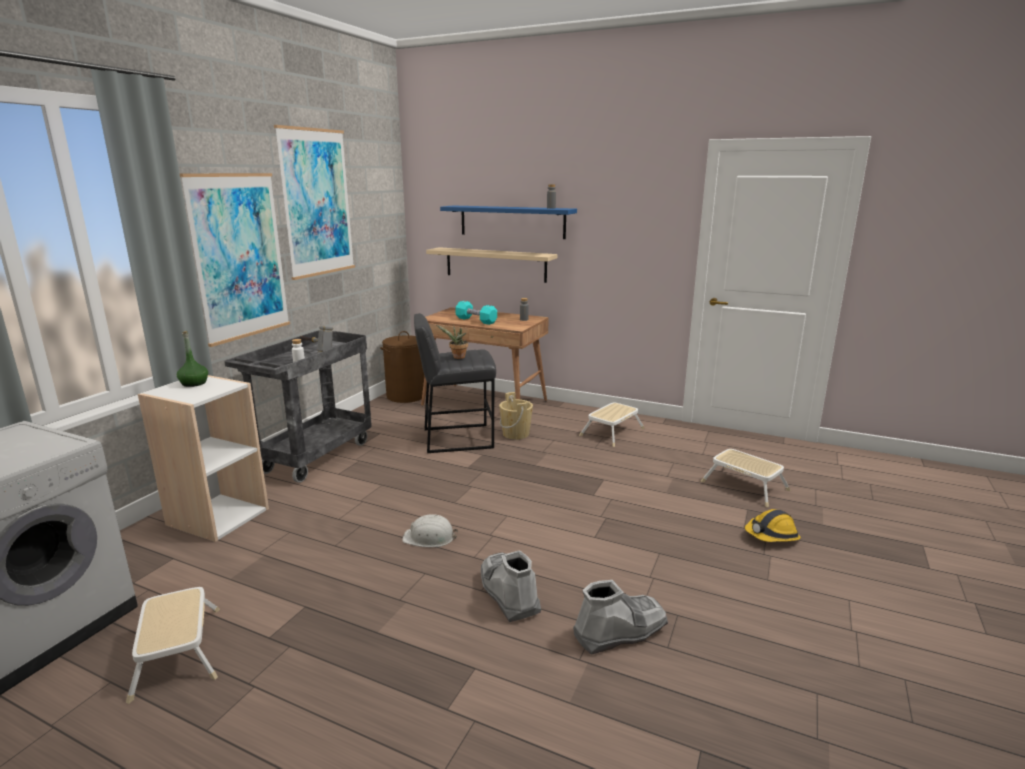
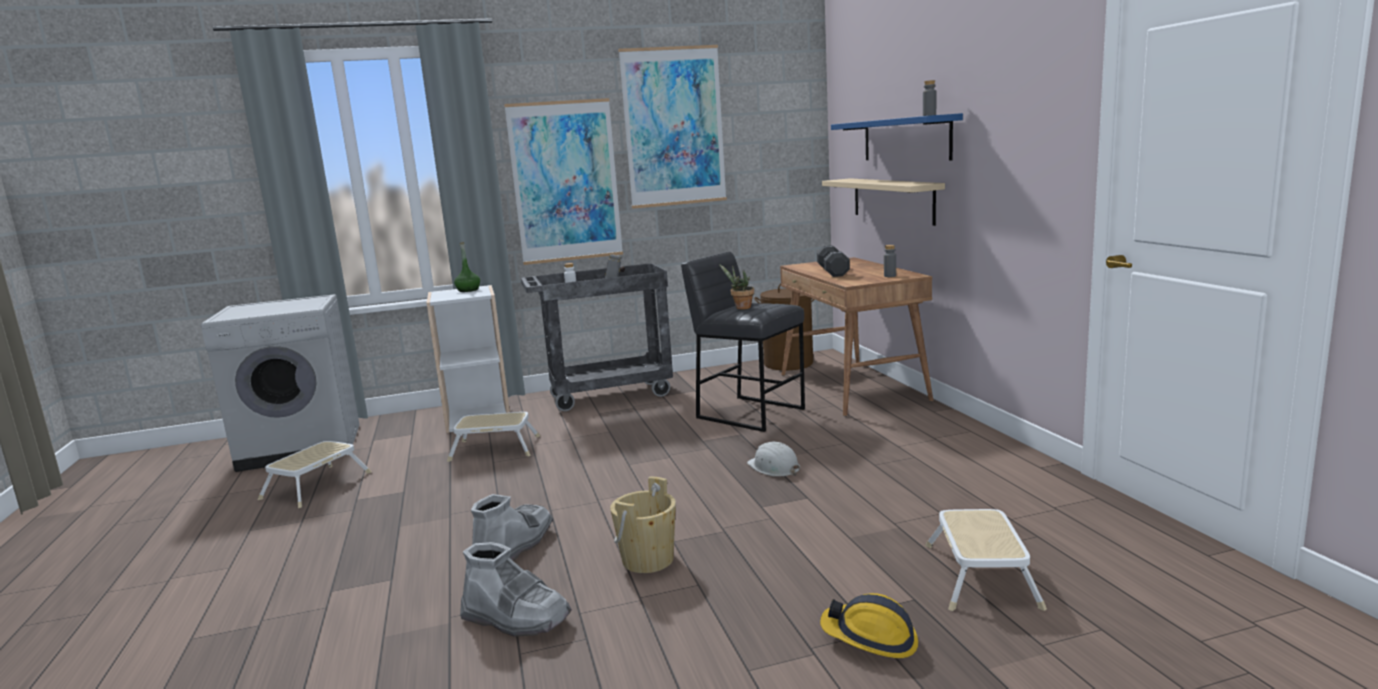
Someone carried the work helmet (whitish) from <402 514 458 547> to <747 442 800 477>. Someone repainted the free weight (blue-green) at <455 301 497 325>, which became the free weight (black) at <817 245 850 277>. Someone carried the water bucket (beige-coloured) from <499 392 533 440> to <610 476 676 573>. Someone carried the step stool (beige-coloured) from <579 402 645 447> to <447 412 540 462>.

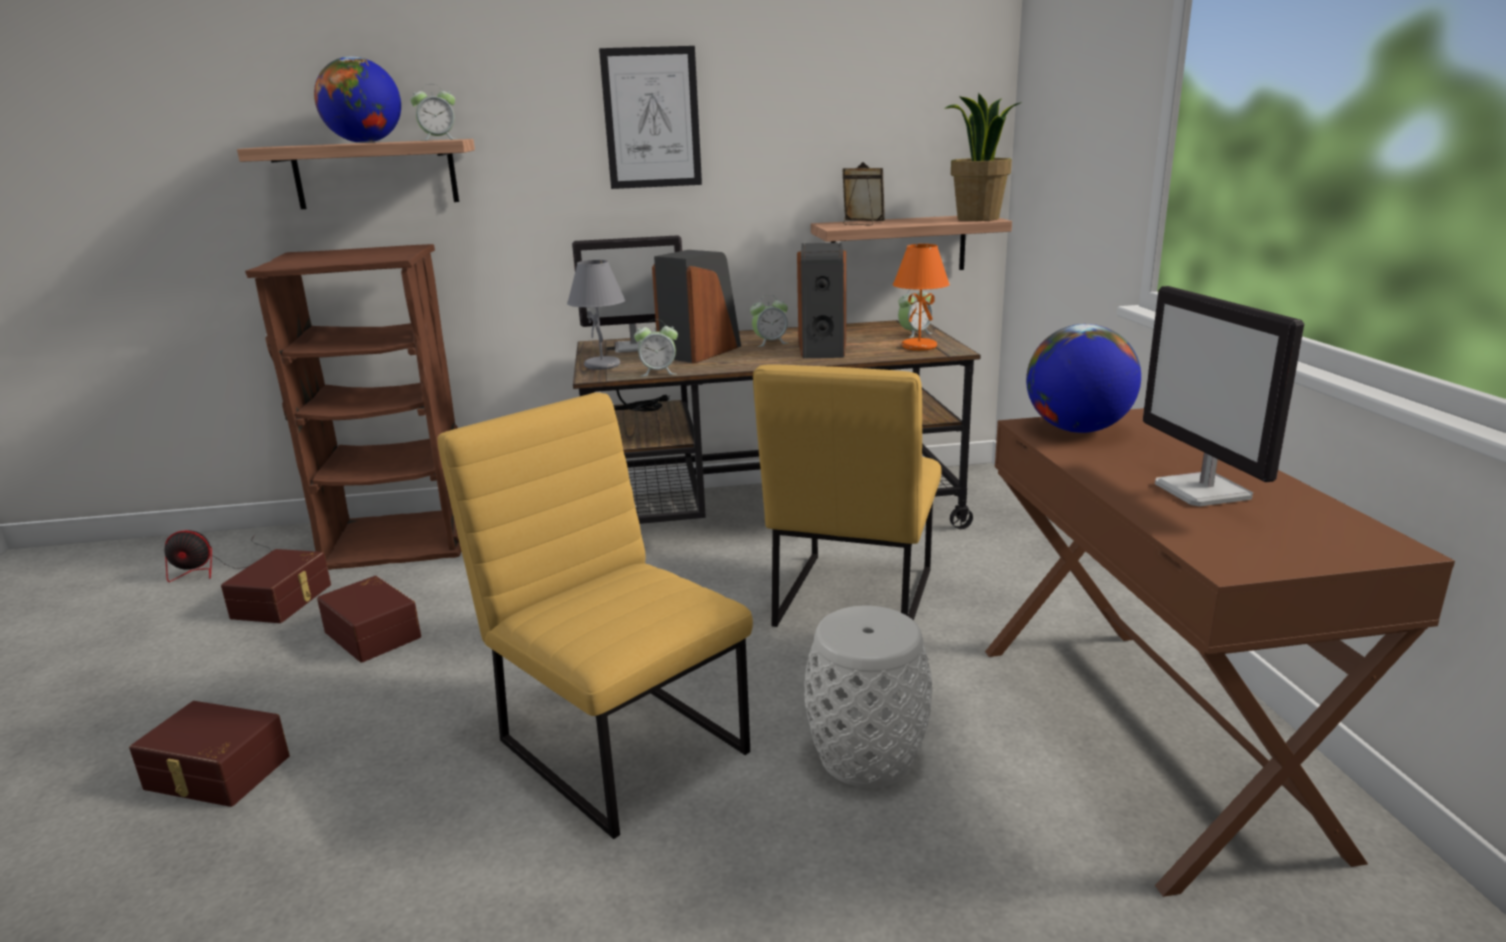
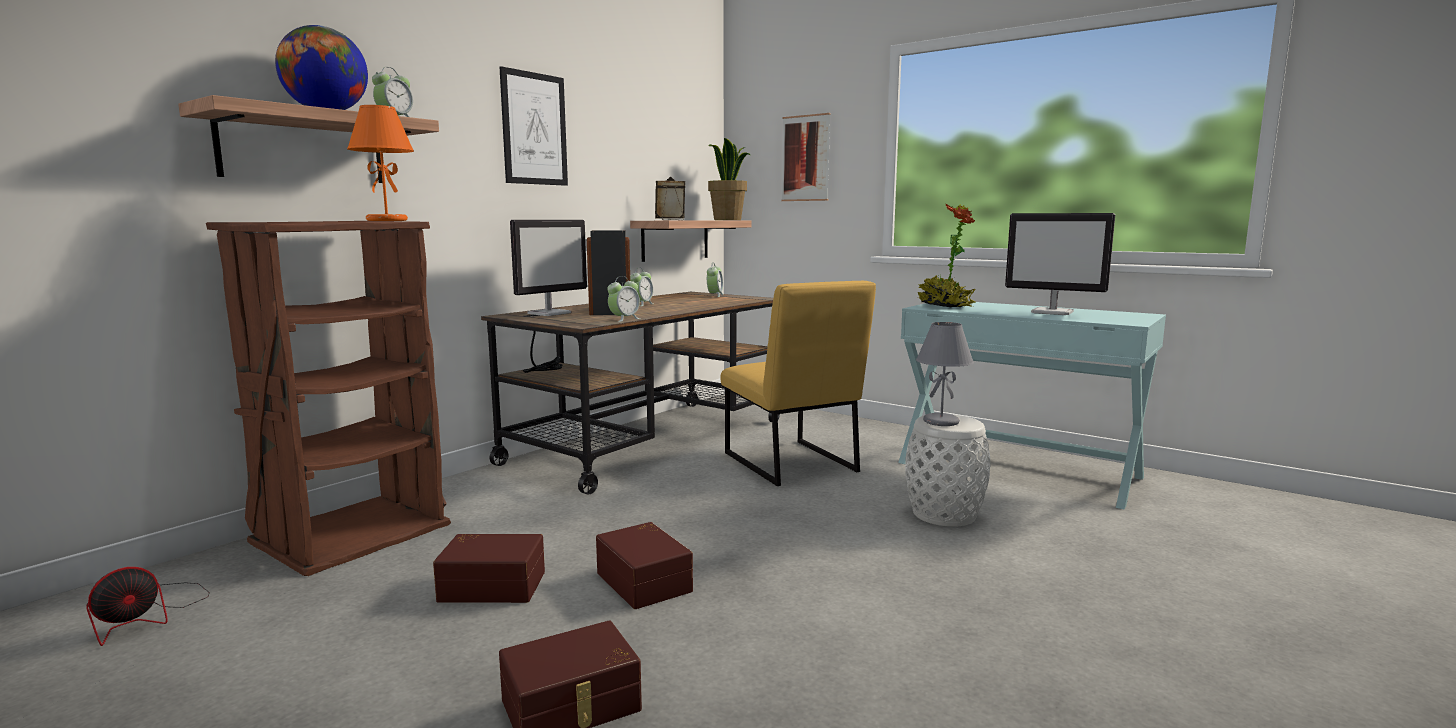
Someone carried the storage box (brownish) from <221 549 331 623> to <596 522 693 609>. Someone took away the upright chair (yellow) at <437 393 753 839>. Someone carried the lamp for a table (grey) from <567 260 625 370> to <916 322 974 426>. Someone took away the speaker at <797 242 846 358>. Someone carried the lamp for a table (orange-coloured) from <893 244 950 351> to <347 105 414 221>. Someone repainted the desk unit (brownish) at <985 408 1455 897>, which became the desk unit (blue-green) at <898 302 1166 509>. Someone swapped the globe at <1026 324 1141 433> for the potted plant at <918 203 976 307>. Someone put up the wall picture at <781 113 831 201>.

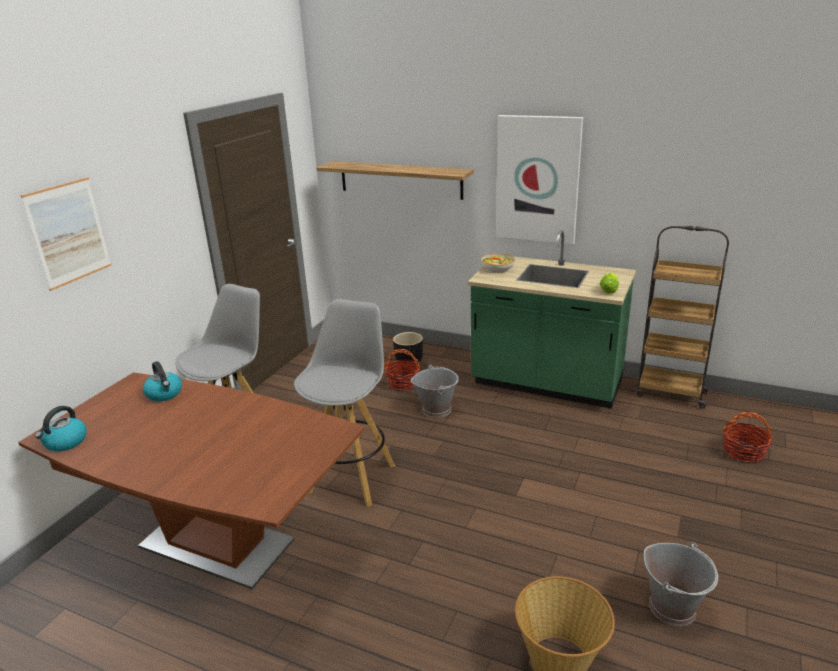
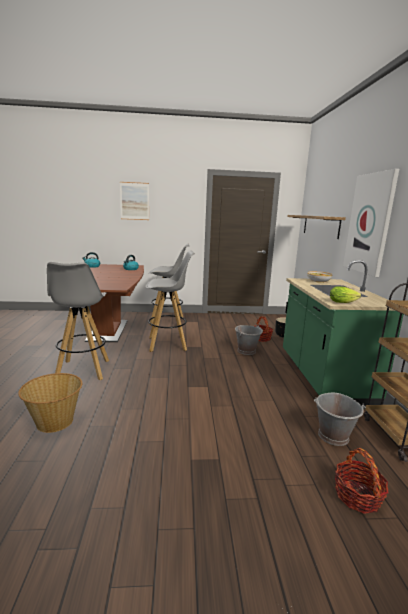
Someone carried the water bucket (grey) from <644 542 718 626> to <314 393 366 446>. Someone put down the sitting stool (grey) at <47 262 109 380>.

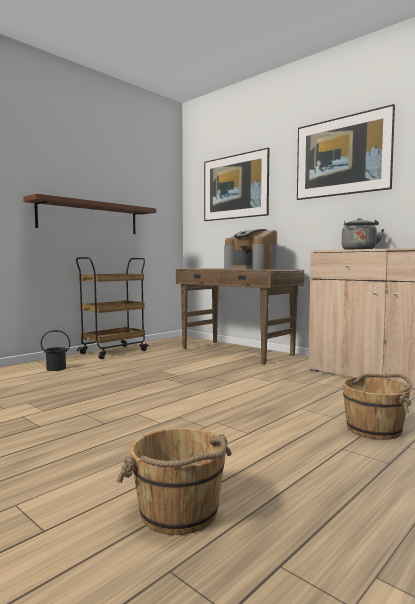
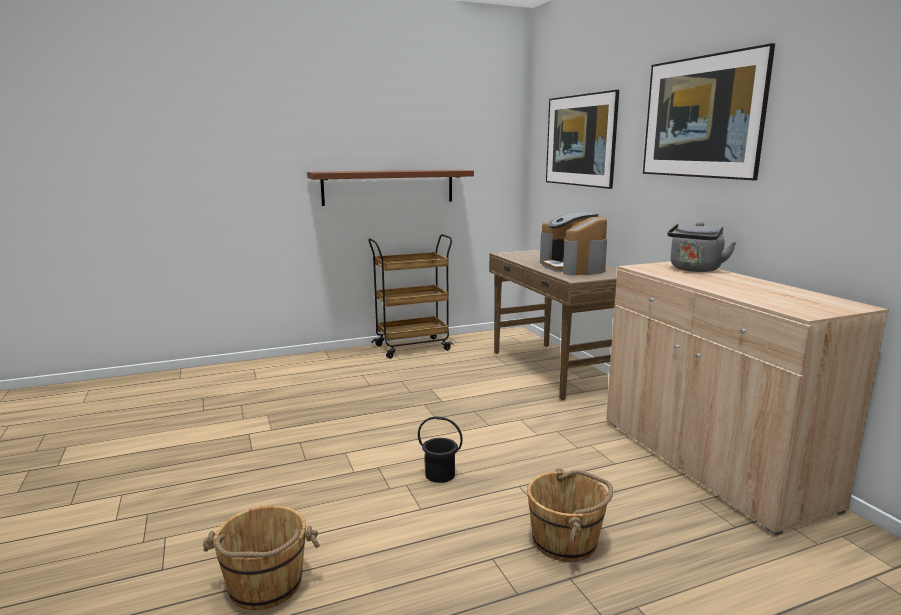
Someone carried the water bucket (black) from <41 330 70 371> to <418 416 463 483>.

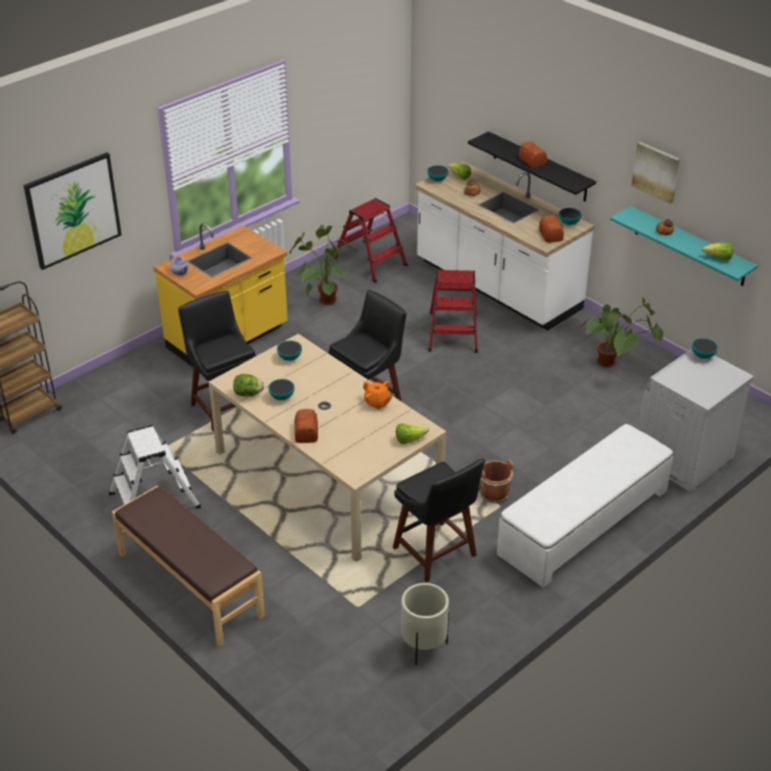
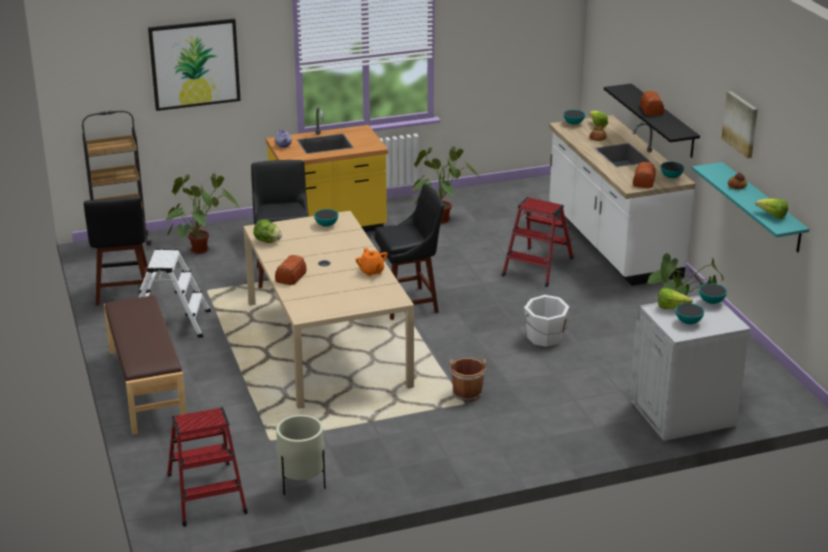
Someone carried the serving bowl from <268 379 295 400> to <676 303 704 324>. Someone carried the step stool (red-coloured) from <333 198 408 283> to <167 407 248 527>. Someone carried the upright chair (black) from <393 458 485 582> to <84 197 151 306>. Someone carried the lettuce head from <396 423 429 444> to <658 288 693 309>. Someone took away the bench (whitish) at <497 424 673 587>. Someone put down the potted plant at <165 173 240 254>. Someone put down the water bucket (whitish) at <524 295 571 347>.

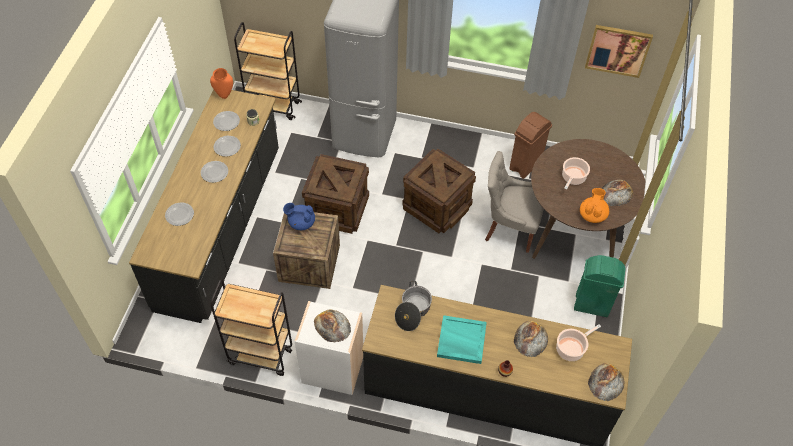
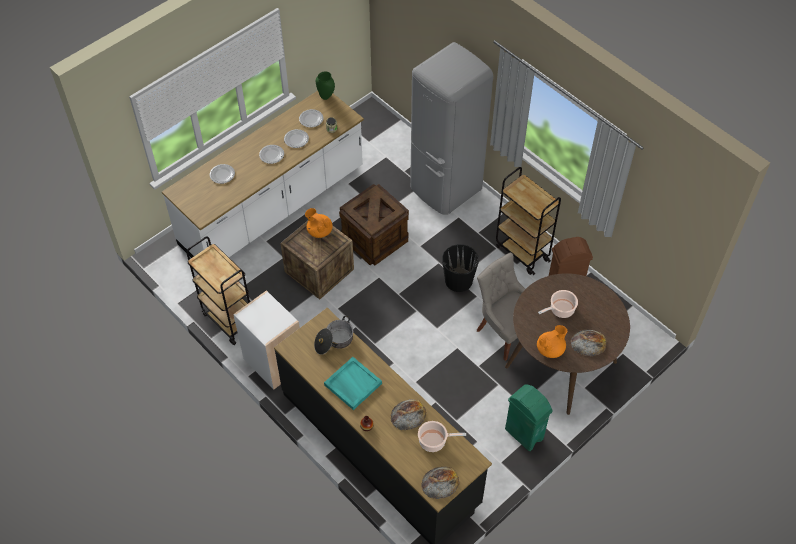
Someone repainted the kitchen counter (black) at <129 89 279 323>, which became the kitchen counter (whitish) at <162 91 364 258>. Someone repainted the decorative vase (orange-coloured) at <210 68 233 99>, which became the decorative vase (green-coloured) at <316 71 335 100>. Someone carried the cart (brownish) from <234 22 302 120> to <496 167 561 275>. Someone repainted the tea pot (blue-coloured) at <283 203 315 230>, which became the tea pot (orange-coloured) at <305 208 332 238>. Someone took away the baked bread at <314 310 351 343>. Someone swapped the packing crate at <402 149 476 233> for the water bucket (black) at <442 244 479 292>. Someone took away the wall picture at <585 25 653 78>.

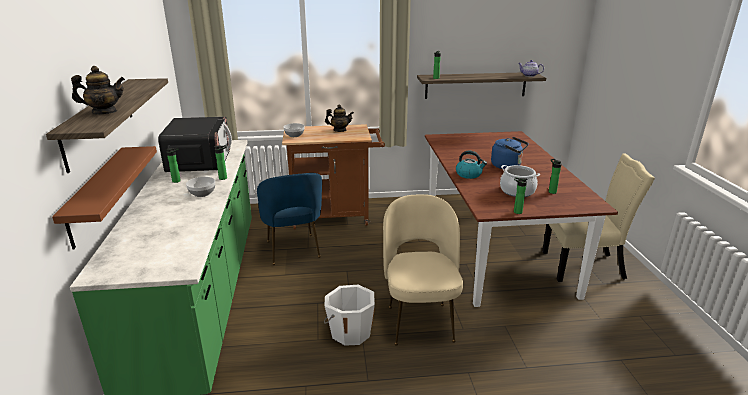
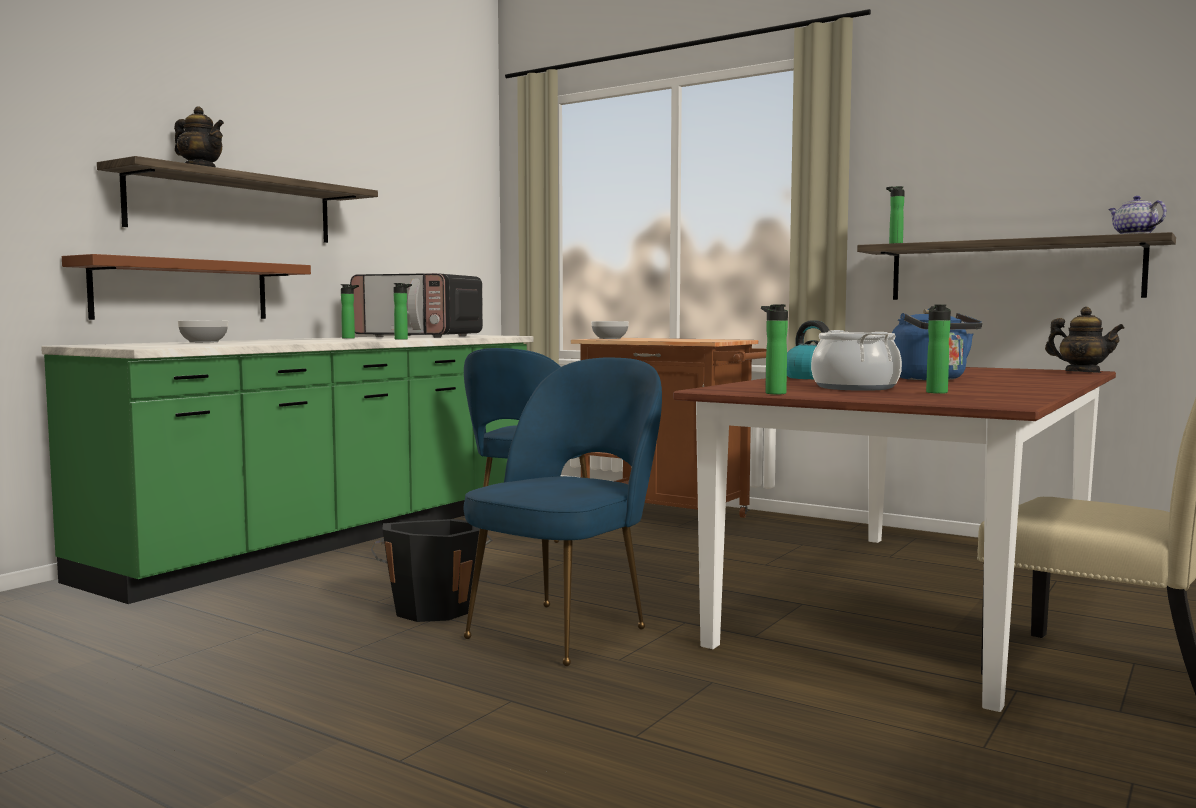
Someone rotated the microwave oven at <158 117 232 172> by 75 degrees clockwise. Someone carried the serving bowl from <186 177 215 197> to <178 320 228 343>. Someone repainted the water bucket (whitish) at <324 285 375 346>, which became the water bucket (black) at <371 519 493 622>. Someone carried the tea pot from <325 104 354 132> to <1045 307 1124 373>. Someone repainted the upright chair (beige-coloured) at <383 194 463 346>, which became the upright chair (blue-coloured) at <464 358 662 666>.

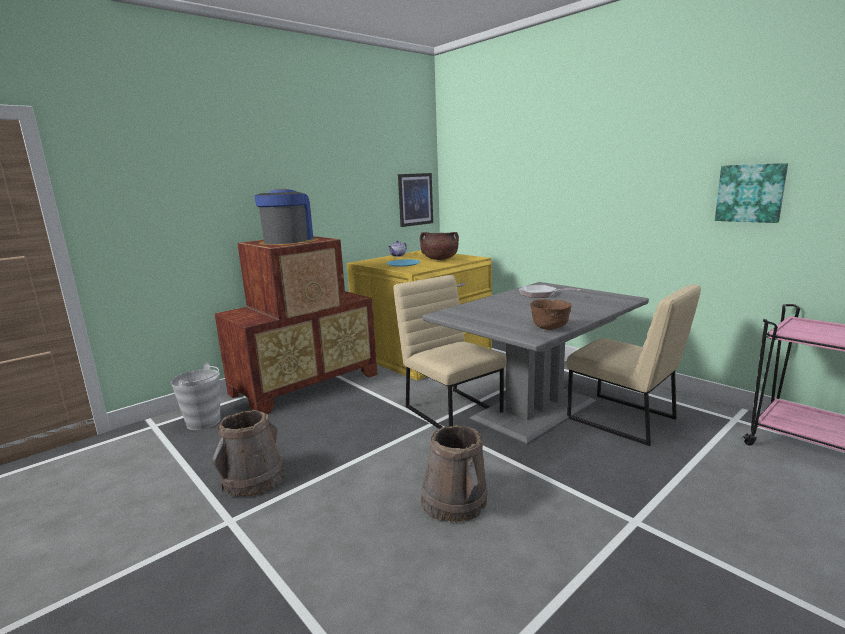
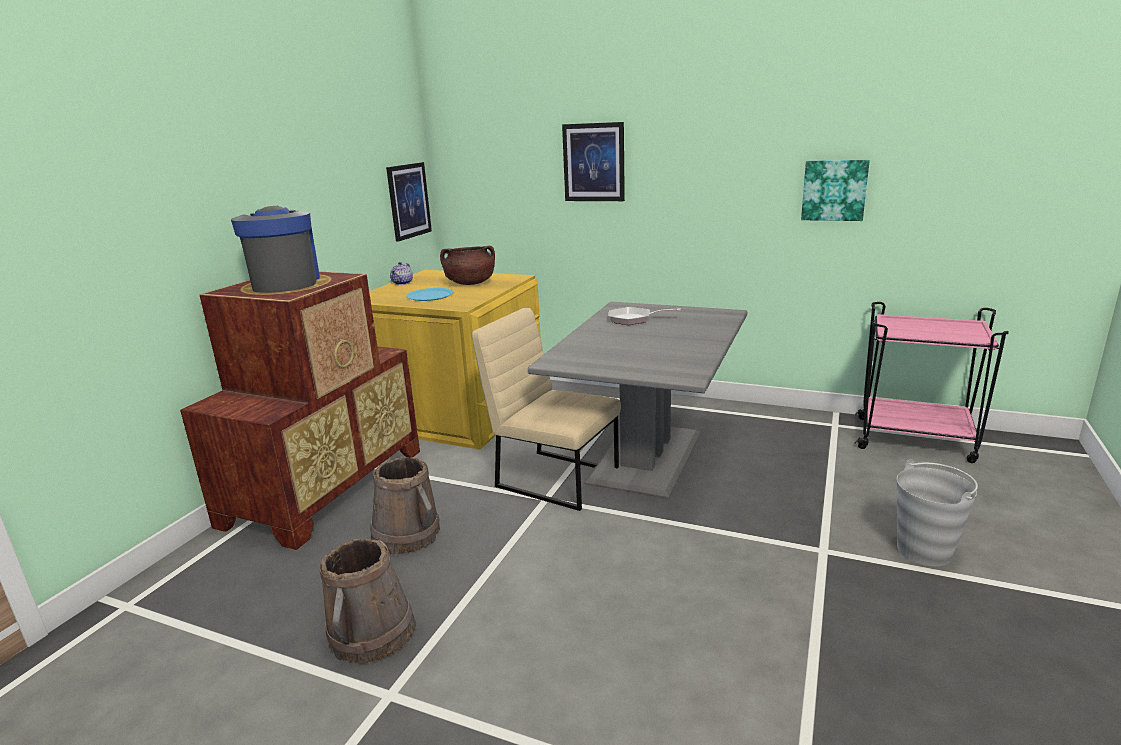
Someone carried the water bucket (grey) from <171 363 221 430> to <897 459 978 566>. Someone carried the water bucket (brownish) from <421 425 488 522> to <370 457 440 555>. Someone took away the serving bowl (brownish) at <530 299 572 330>. Someone took away the upright chair (beige-coloured) at <567 284 701 446>. Someone put up the wall picture at <562 122 625 201>.

